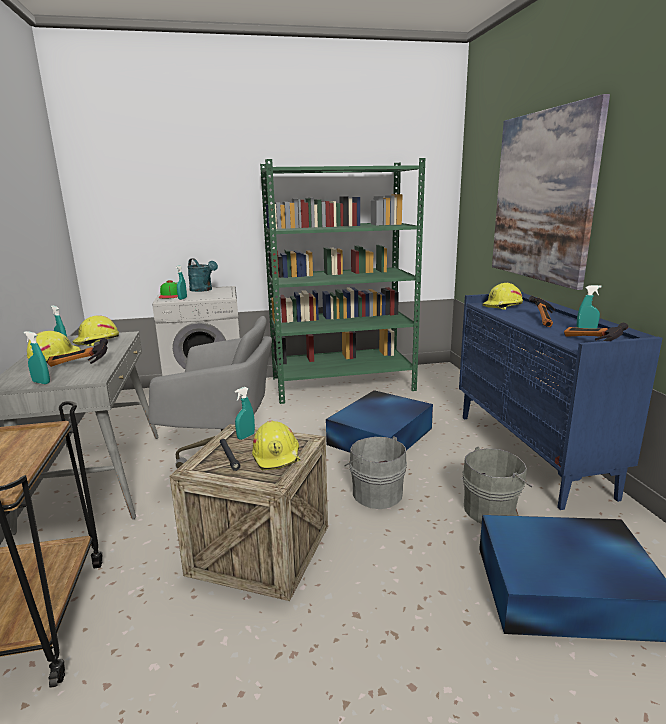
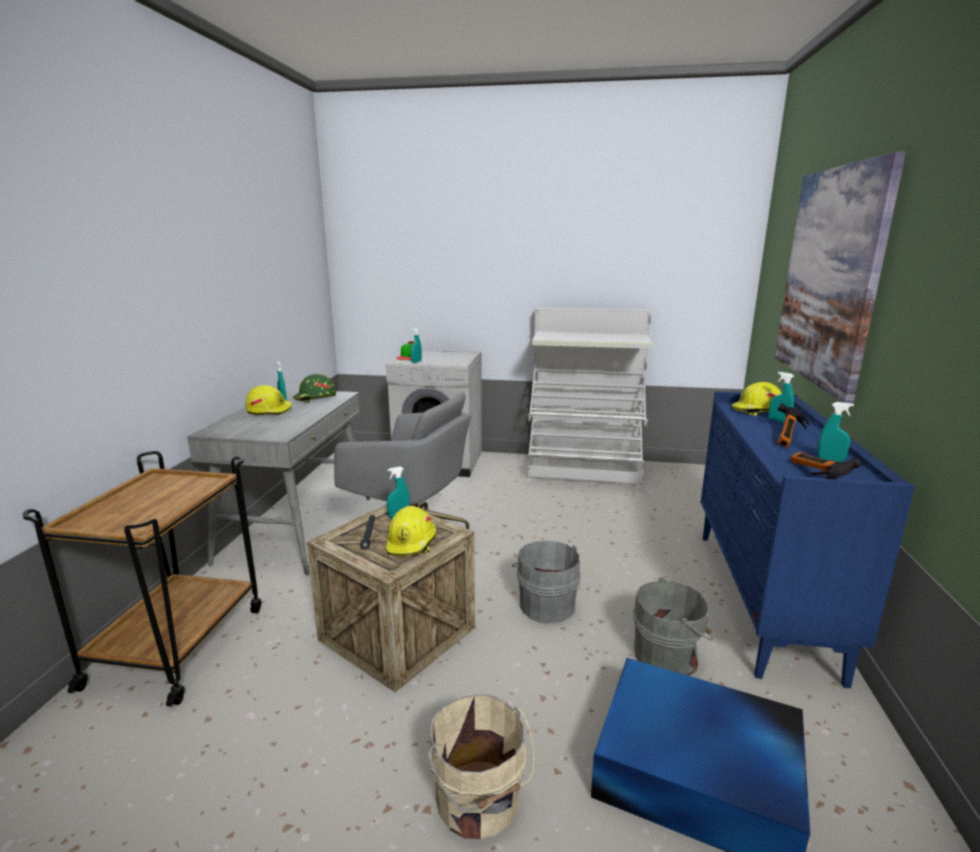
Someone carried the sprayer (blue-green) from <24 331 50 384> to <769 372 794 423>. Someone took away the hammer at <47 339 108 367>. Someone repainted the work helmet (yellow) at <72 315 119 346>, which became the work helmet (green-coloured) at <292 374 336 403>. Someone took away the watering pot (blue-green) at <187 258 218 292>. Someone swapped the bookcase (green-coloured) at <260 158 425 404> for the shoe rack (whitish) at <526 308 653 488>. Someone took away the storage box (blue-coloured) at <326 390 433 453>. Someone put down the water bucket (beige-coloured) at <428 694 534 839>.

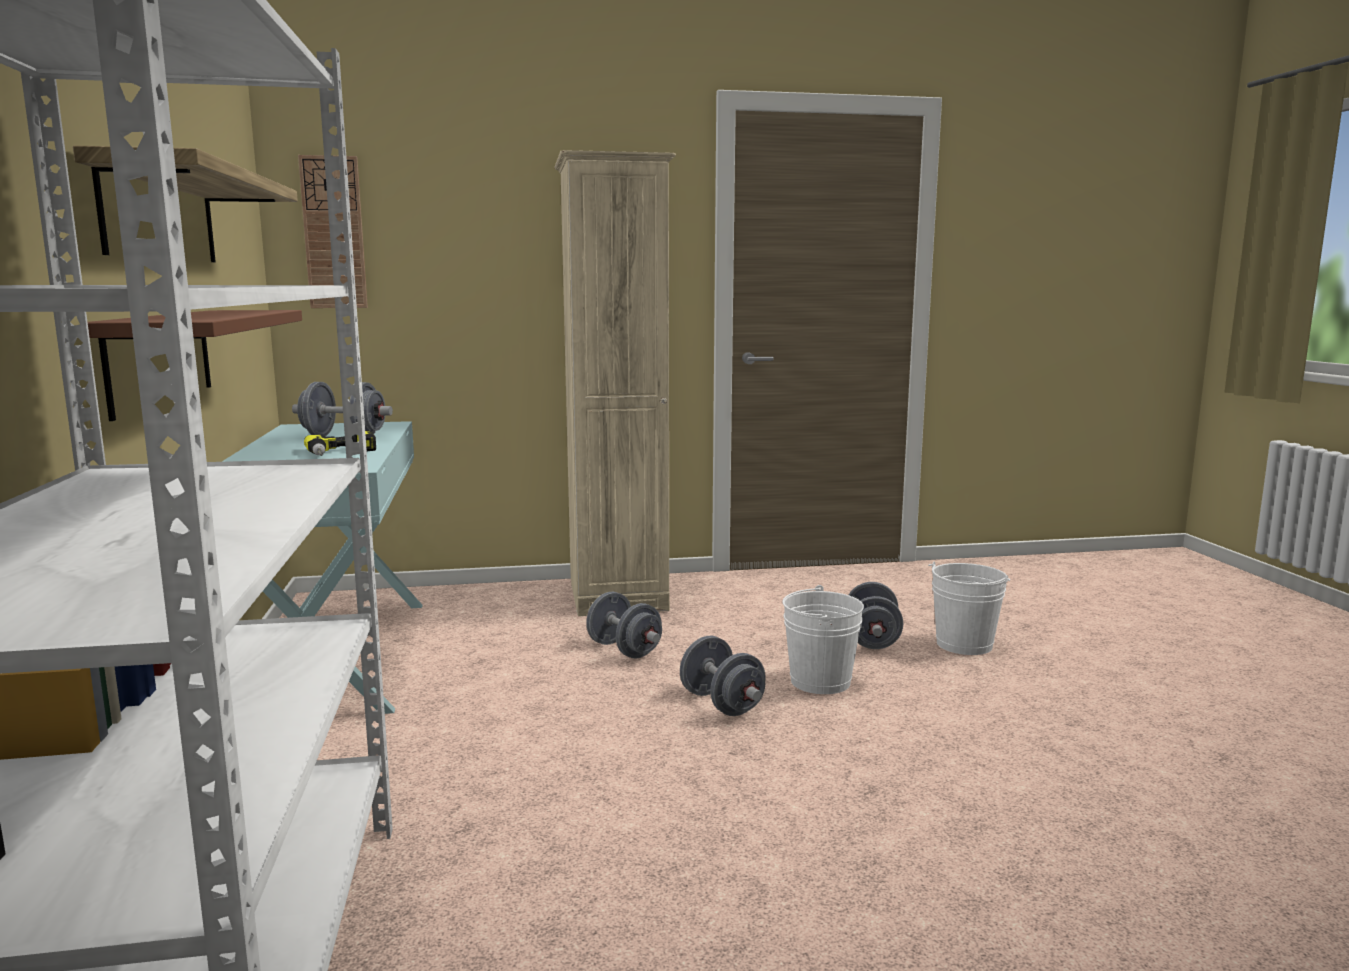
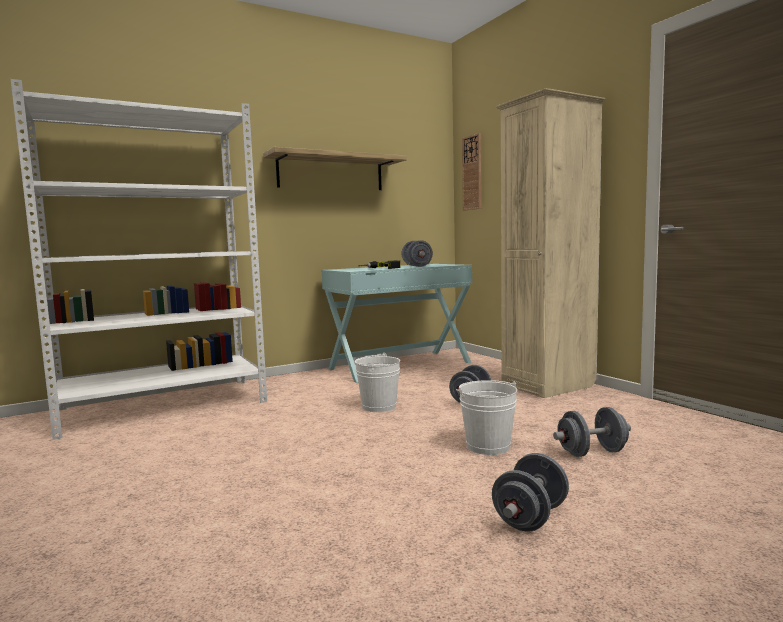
Someone took away the wall shelf (brownish) at <88 310 302 421>. Someone carried the free weight (grey) from <680 636 766 716> to <492 453 569 532>. Someone carried the water bucket (whitish) from <928 562 1010 655> to <355 353 400 412>.

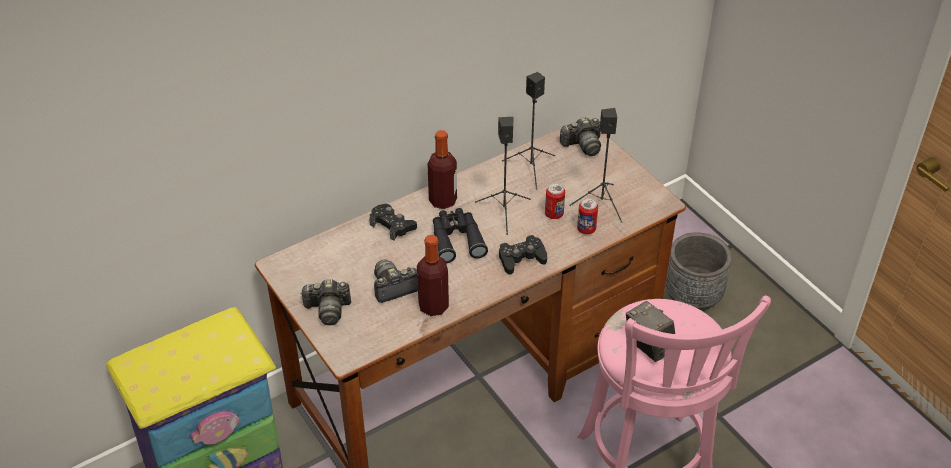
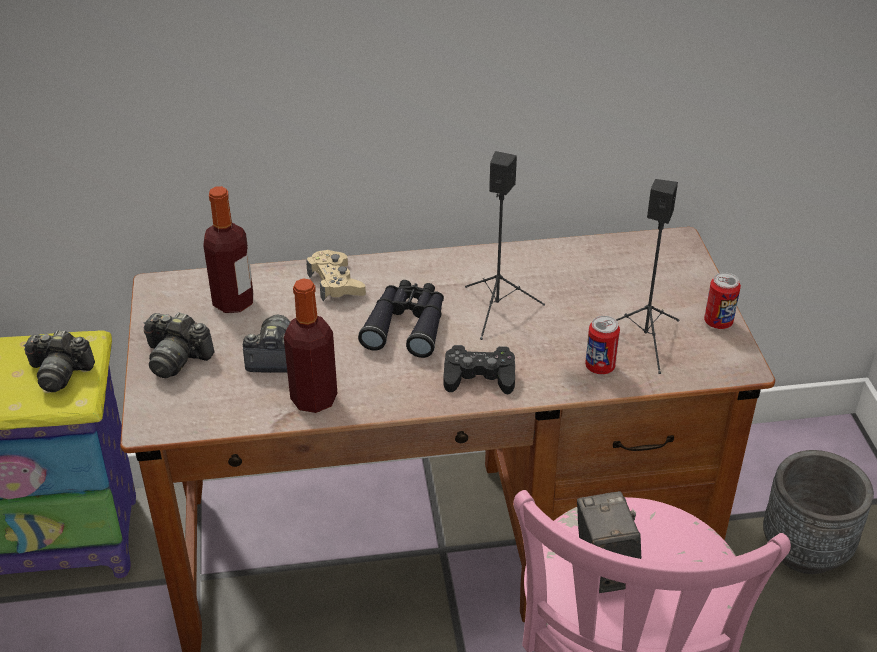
Someone repainted the game controller (black) at <369 204 417 241>, which became the game controller (beige-coloured) at <306 250 366 301>. Someone carried the bottle from <427 130 457 209> to <203 186 253 313>. Someone took away the speaker (black) at <502 72 555 190>. Someone carried the metal can from <545 183 565 219> to <704 272 741 329>. Someone carried the photo camera from <560 117 601 156> to <23 330 95 392>.

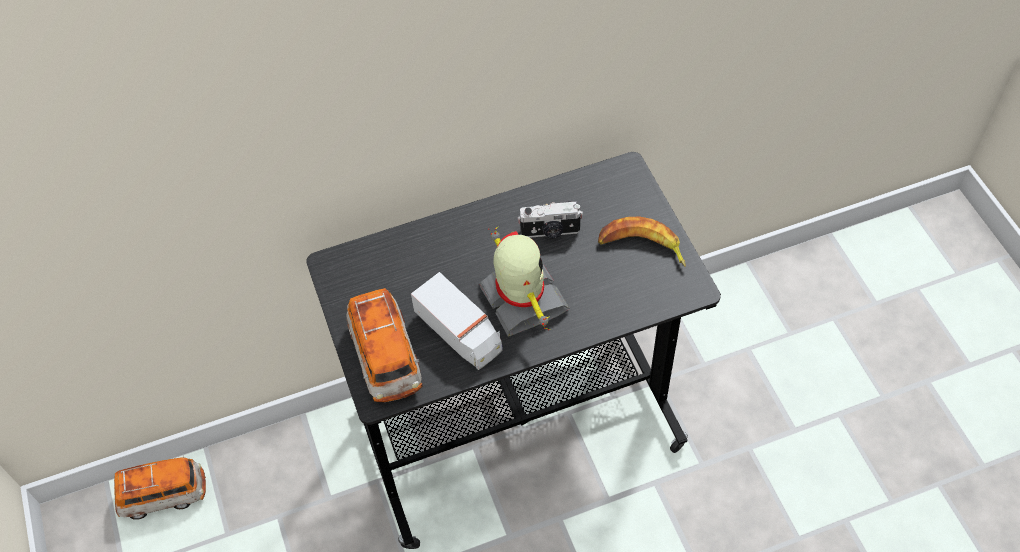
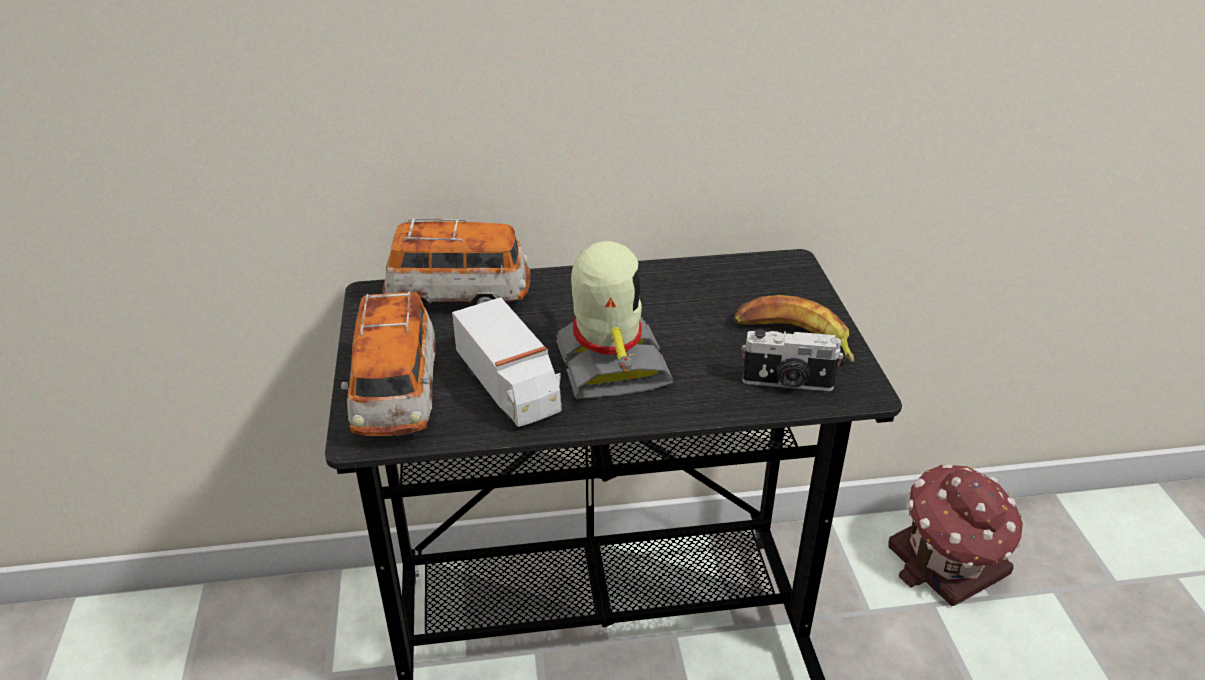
Someone carried the model car from <114 456 206 520> to <382 218 531 310>. Someone carried the photo camera from <518 201 583 238> to <742 329 843 391>. Someone put down the model house at <888 464 1023 606>.

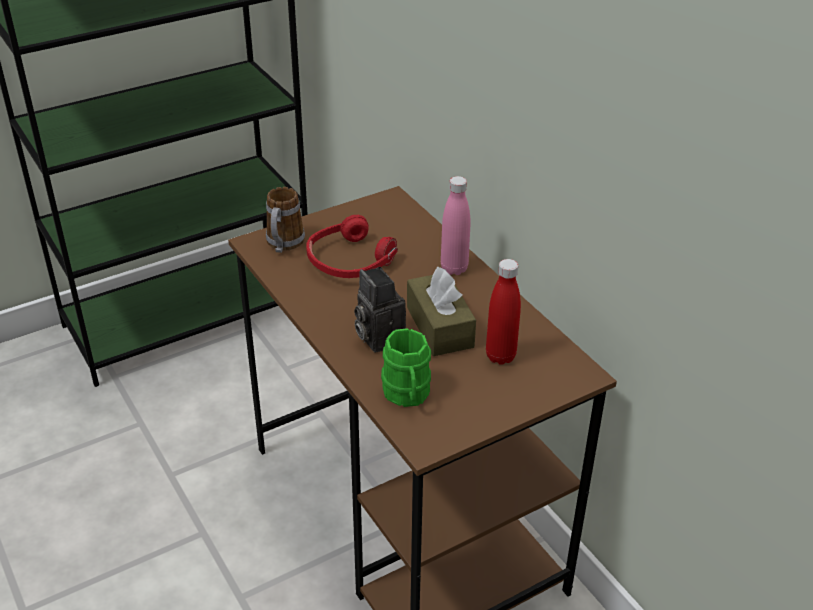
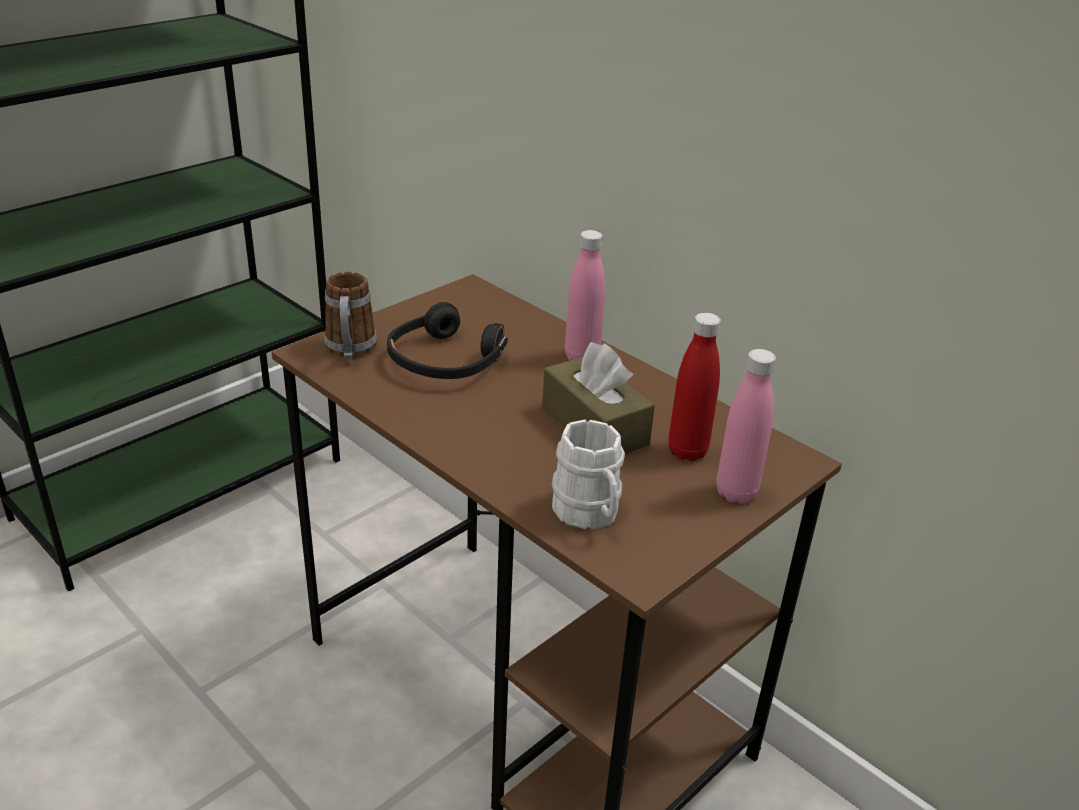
Someone repainted the headphones (red-coloured) at <306 215 398 278>, which became the headphones (black) at <387 302 508 379>. Someone took away the photo camera at <354 267 406 353>. Someone repainted the coffee mug (green-coloured) at <381 328 431 407>, which became the coffee mug (whitish) at <552 420 625 530>. Someone put down the bottle (pink-coloured) at <716 349 776 504>.

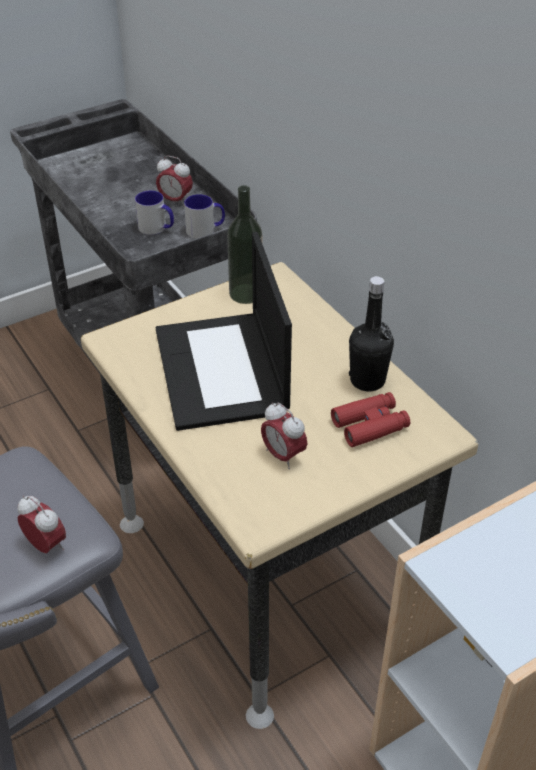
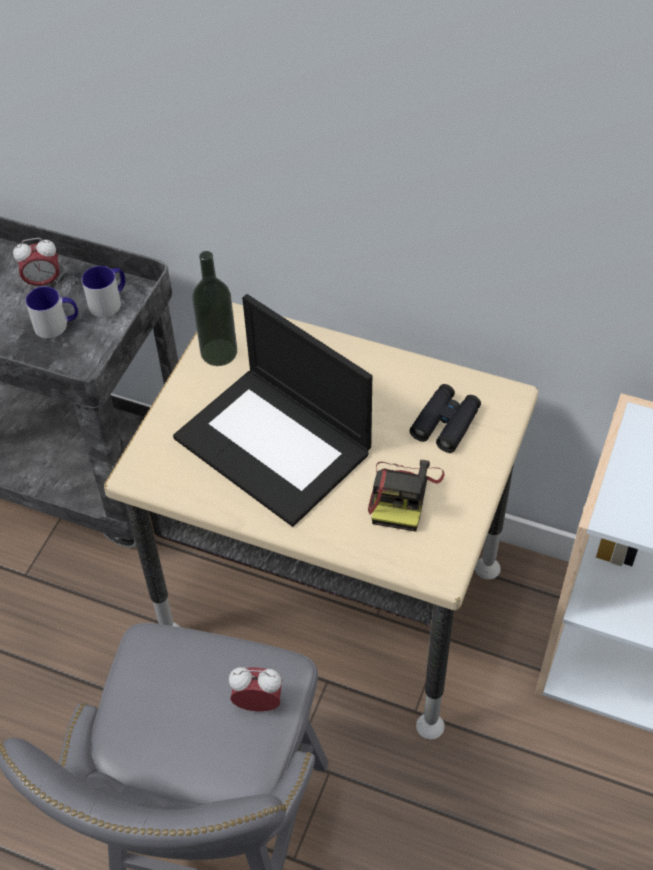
Someone swapped the table clock at <261 402 307 469> for the photo camera at <368 460 444 532>. Someone repainted the field glasses (red-coloured) at <331 392 410 447>, which became the field glasses (black) at <410 384 481 453>. Someone took away the bottle (black) at <349 276 394 391>.

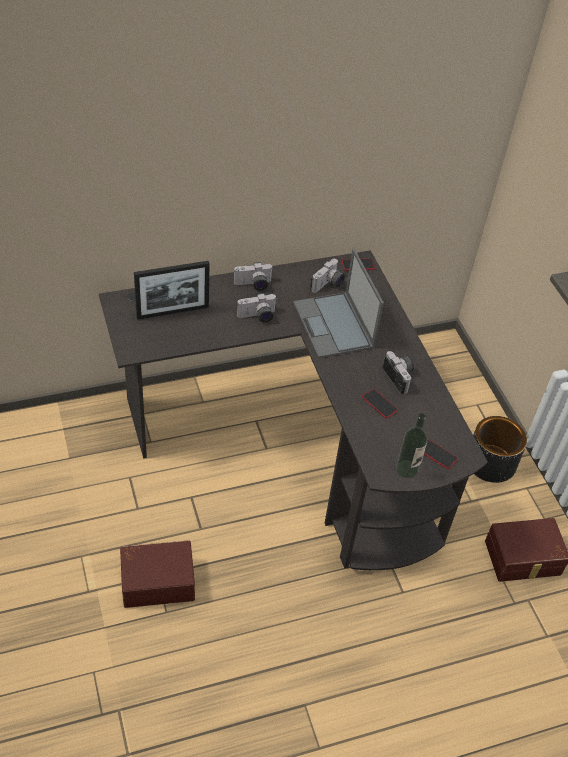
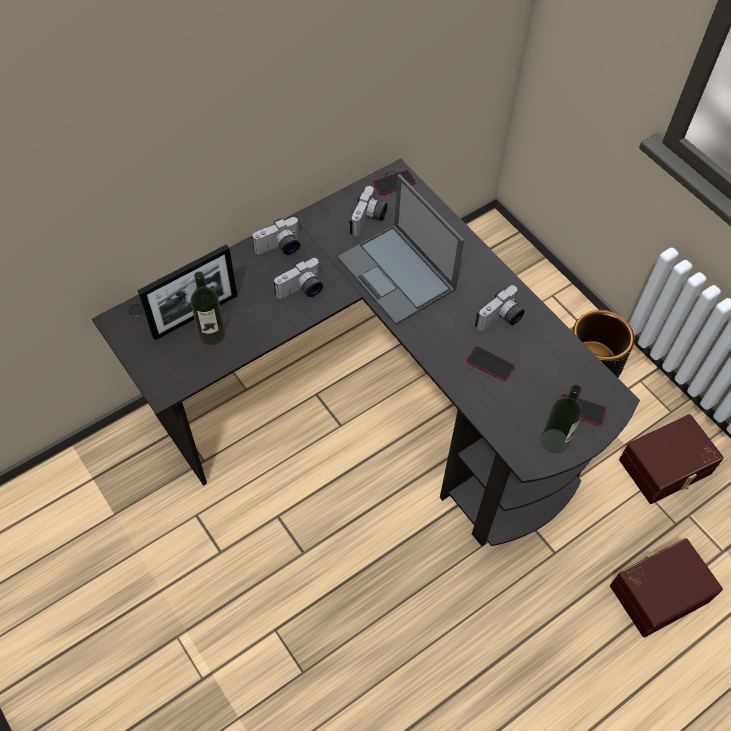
Someone carried the storage box (brownish) from <120 540 195 608> to <610 538 723 637>. Someone rotated the photo camera at <383 351 414 394> by 90 degrees clockwise. Someone put down the bottle at <191 271 225 345>.

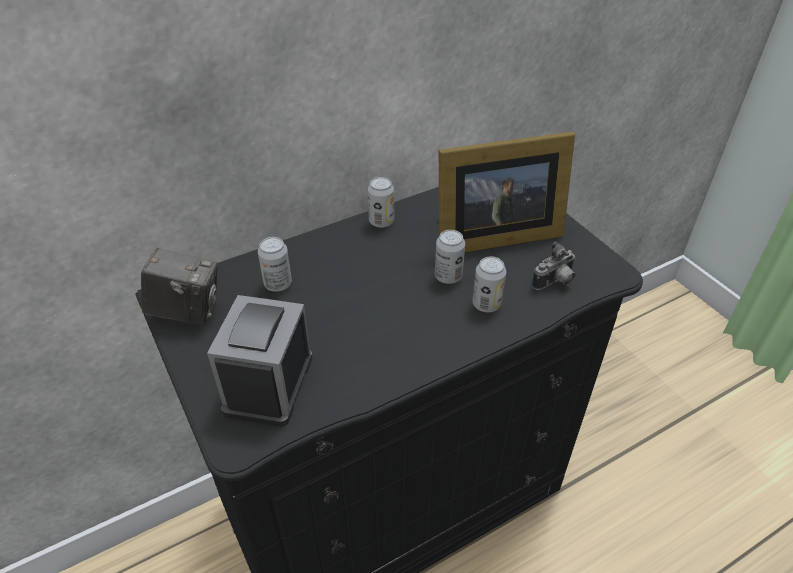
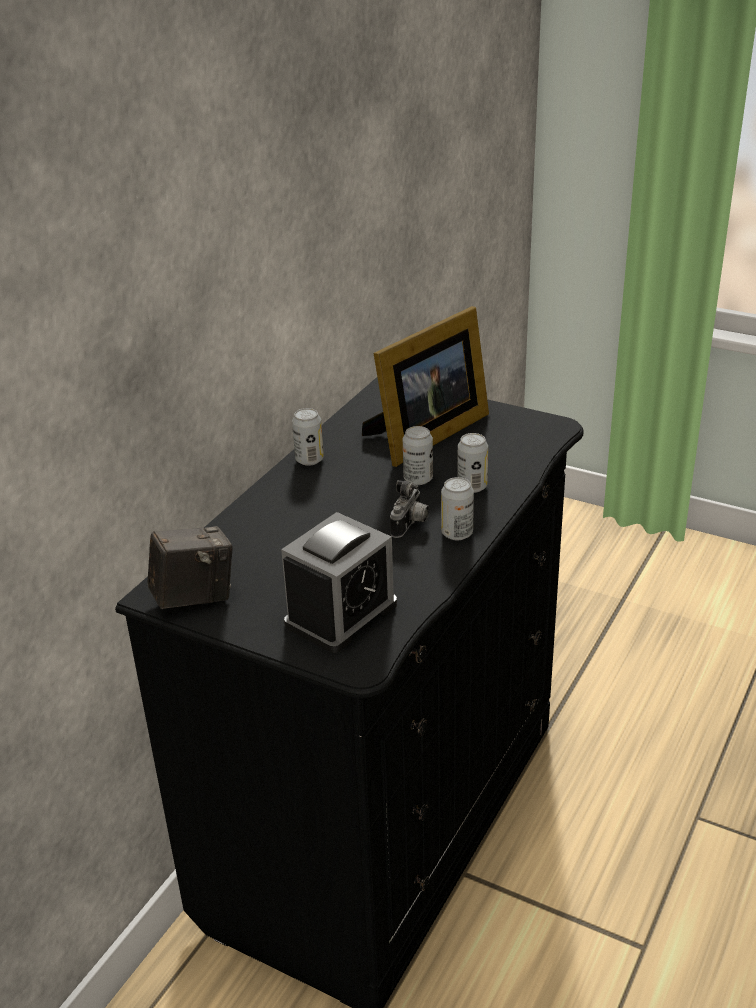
Someone rotated the table clock at <207 295 313 427> by 120 degrees counterclockwise. Someone carried the metal can from <258 237 292 292> to <441 477 474 540>. Someone carried the photo camera from <532 241 575 290> to <390 480 430 538>.

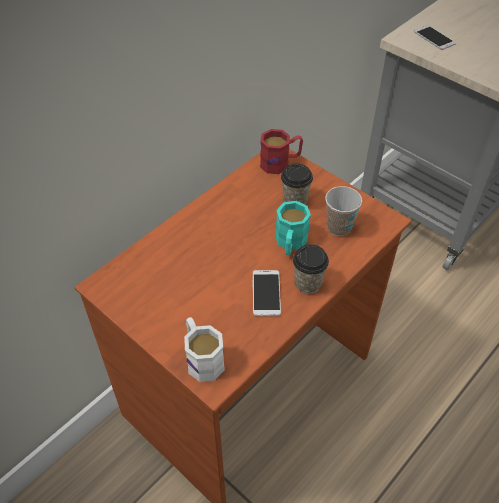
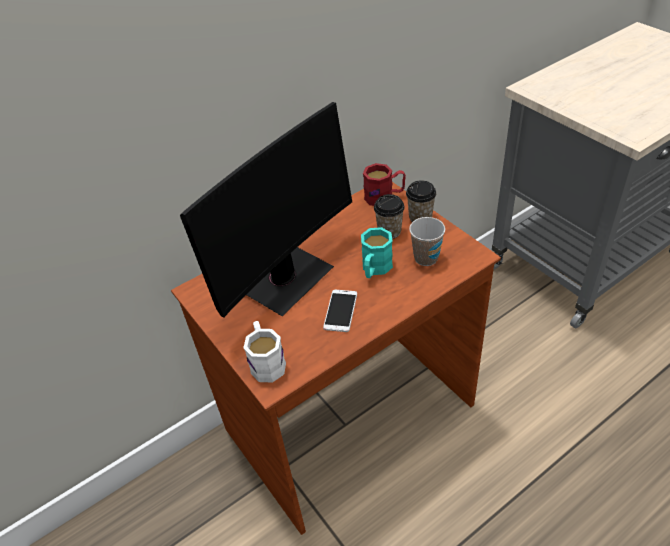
Someone carried the cup from <293 244 329 294> to <406 180 436 222>. Someone took away the handset at <414 25 456 50>. Someone put down the monitor at <180 102 352 317>.

